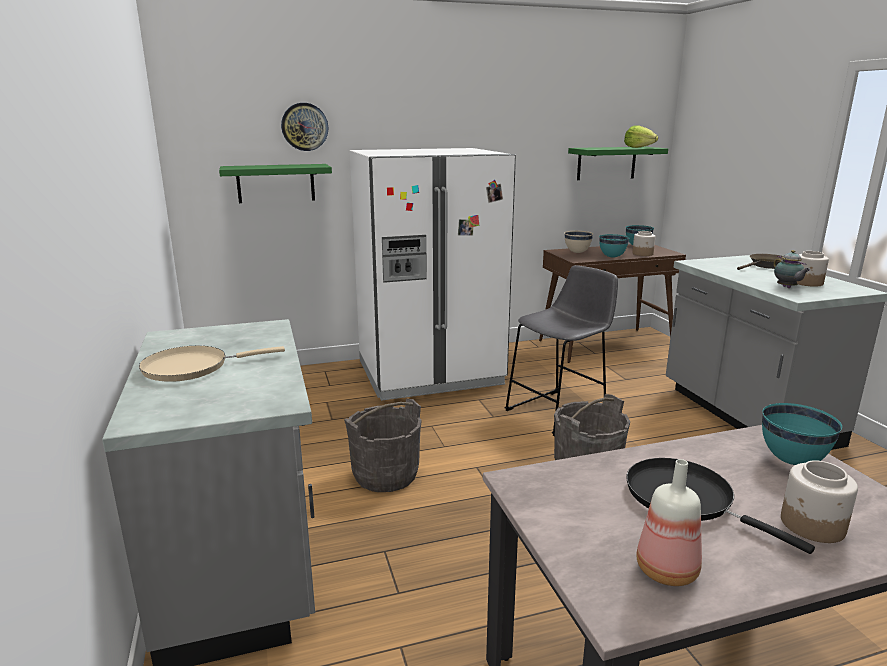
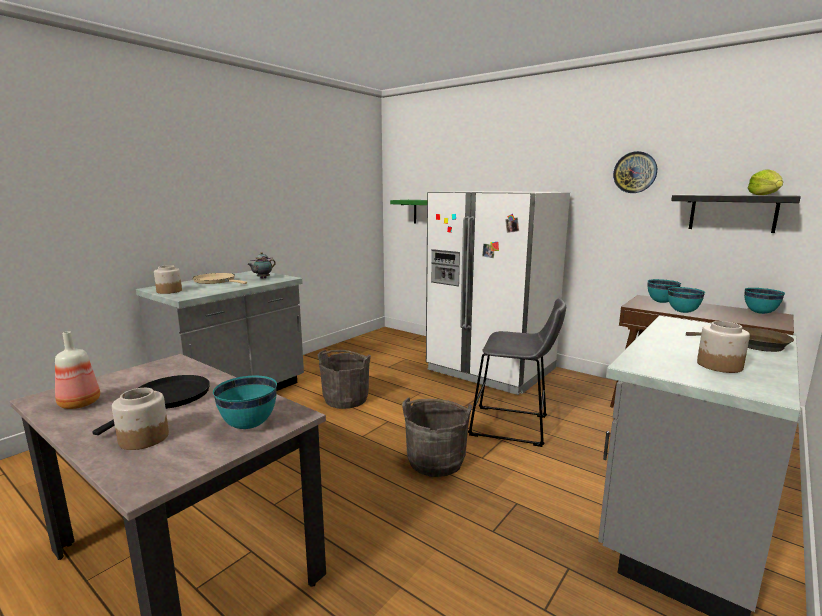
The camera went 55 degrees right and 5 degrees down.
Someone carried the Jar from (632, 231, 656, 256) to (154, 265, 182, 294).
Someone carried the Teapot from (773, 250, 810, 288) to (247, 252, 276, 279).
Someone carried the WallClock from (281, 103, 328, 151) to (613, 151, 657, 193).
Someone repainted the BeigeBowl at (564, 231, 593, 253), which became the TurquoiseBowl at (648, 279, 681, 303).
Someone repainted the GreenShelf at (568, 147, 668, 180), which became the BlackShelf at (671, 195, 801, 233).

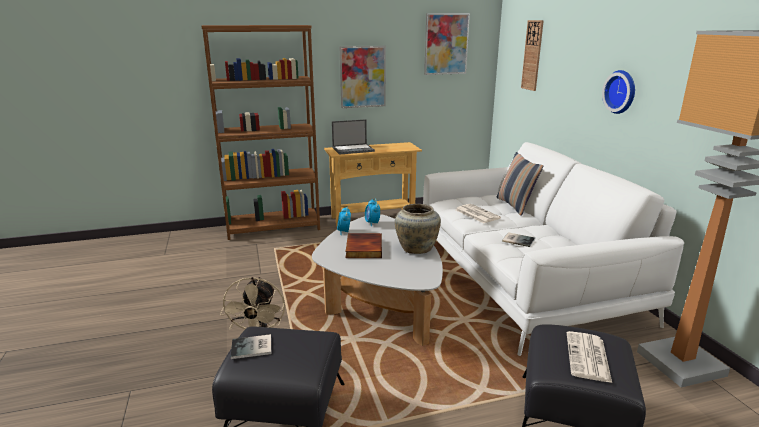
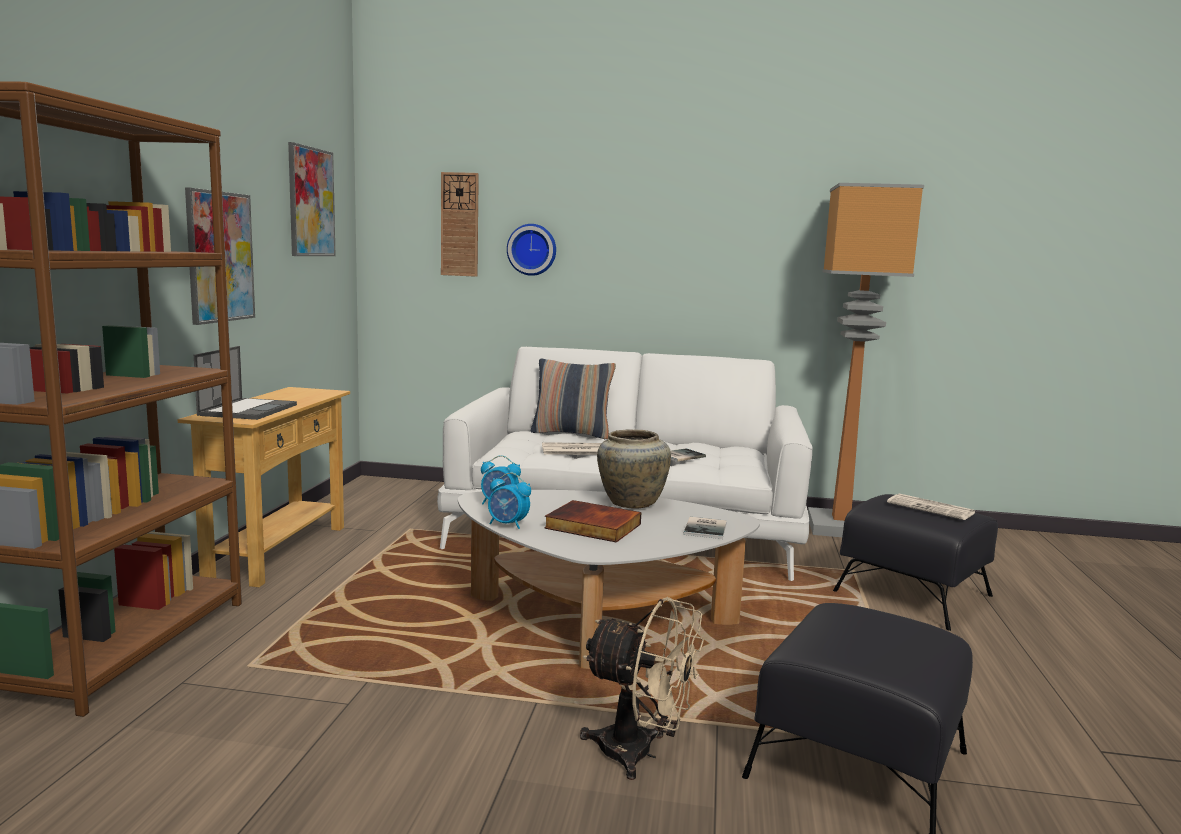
The camera went 65 degrees left and 10 degrees down.
Someone carried the WallClock from (602, 70, 635, 114) to (507, 224, 556, 276).
Someone carried the Book from (231, 334, 271, 359) to (684, 517, 727, 539).

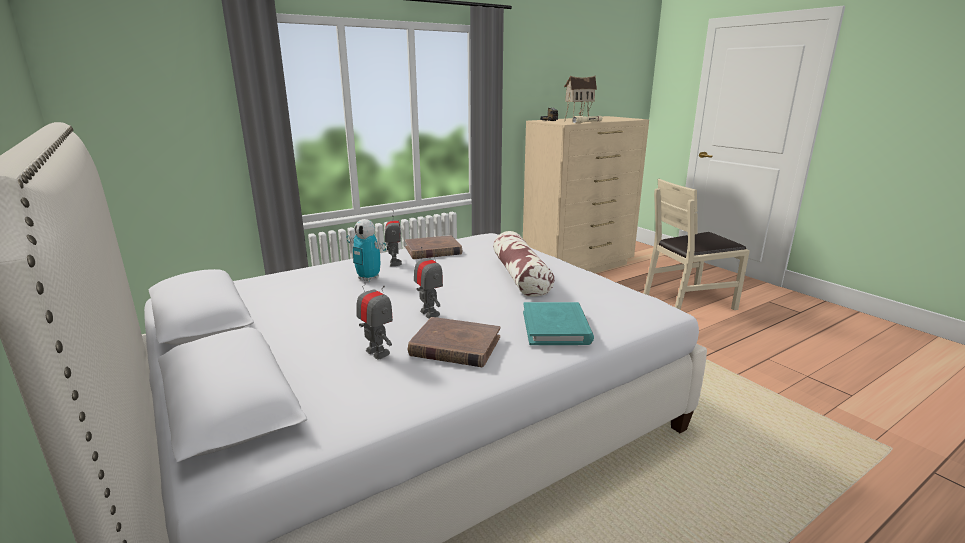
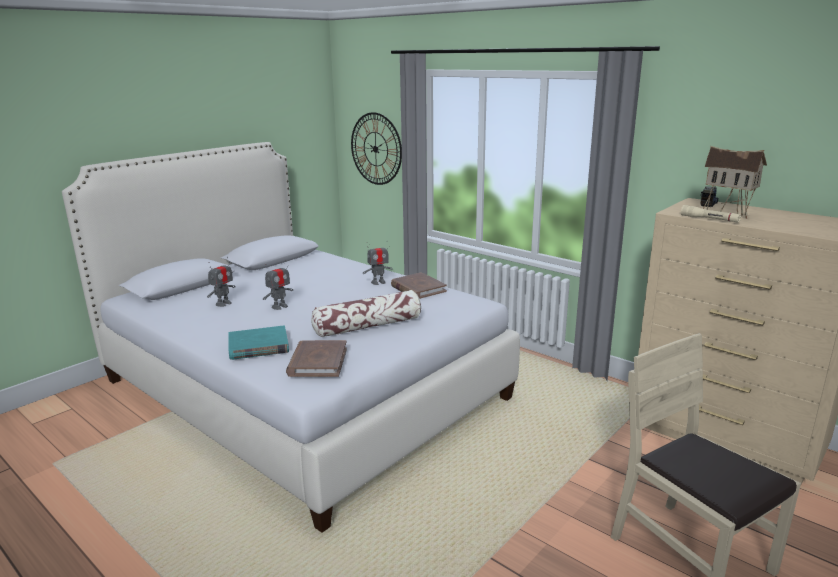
The camera went 75 degrees right and 0 degrees up.
Someone carried the BrownBook from (408, 317, 500, 367) to (286, 340, 347, 377).
Someone put up the WallClock at (351, 112, 402, 185).
Someone took away the ToyRobot at (347, 219, 386, 282).

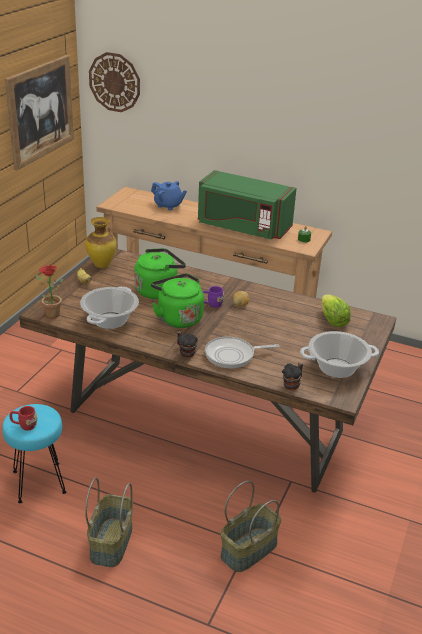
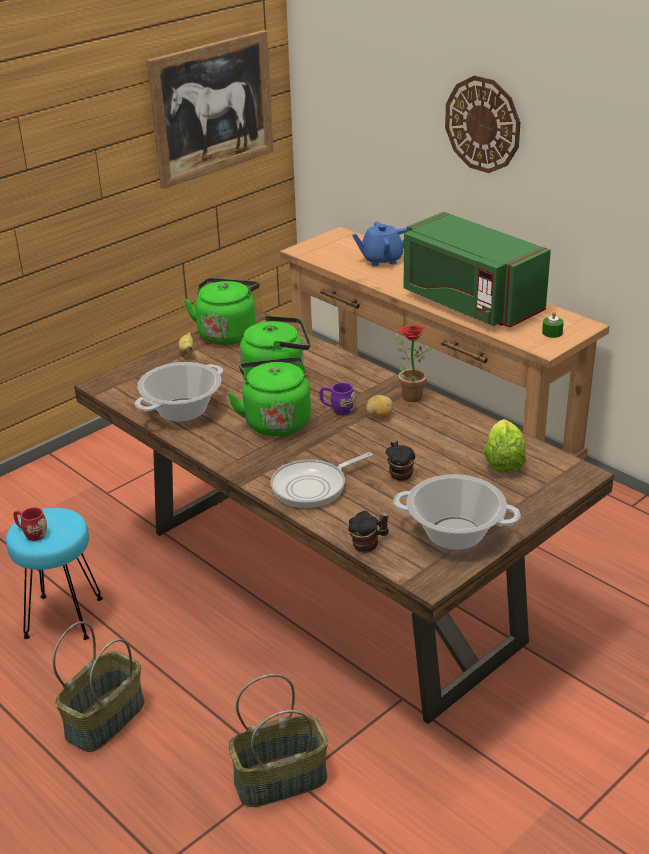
The camera went 25 degrees right and 0 degrees up.
Someone swapped the Vase at (85, 217, 116, 268) for the GreenKettle at (184, 278, 260, 345).
Someone rotated the FryingPan at (205, 337, 280, 369) by 45 degrees counterclockwise.
Someone rotated the BlueTeapot at (151, 181, 187, 210) by 120 degrees clockwise.
Someone carried the Mug from (177, 331, 198, 357) to (386, 440, 415, 481).
Someone carried the PottedPlant from (36, 265, 63, 319) to (396, 325, 432, 402).
Someone carried the WallClock from (89, 52, 140, 112) to (445, 75, 520, 173).

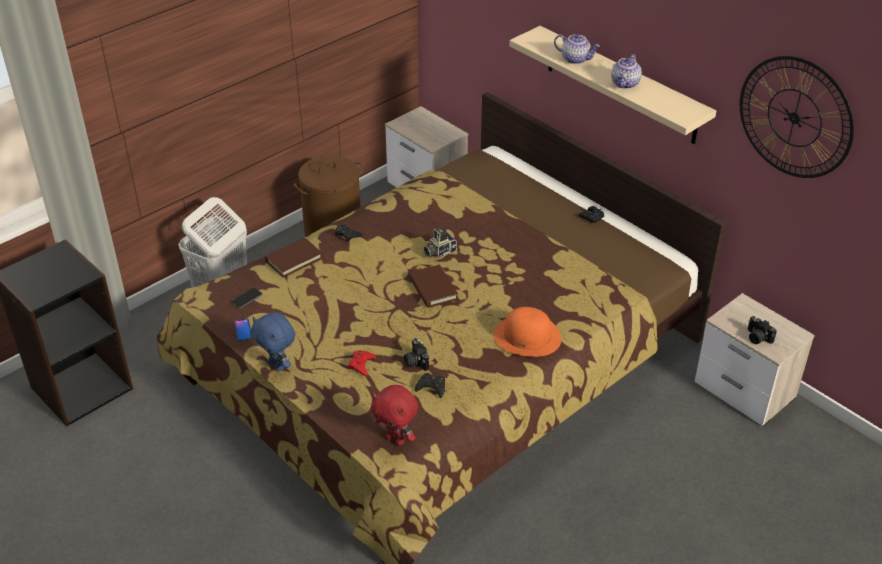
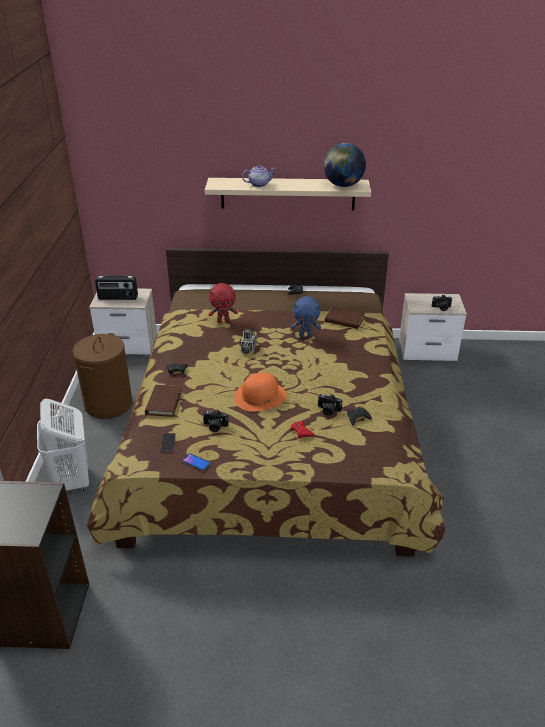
The camera went 45 degrees left and 5 degrees down.
Someone put down the Radio at (95, 275, 138, 300).
Someone put down the PhotoCamera at (202, 410, 229, 432).
Someone carried the RedPlushToy from (371, 385, 418, 446) to (209, 283, 238, 323).
Someone carried the OrangeHat from (494, 307, 562, 357) to (234, 372, 287, 412).
Someone carried the BluePlushToy from (251, 312, 295, 371) to (291, 296, 321, 337).
Someone put down the Globe at (323, 143, 366, 187).
Someone carried the BrownBook from (409, 264, 458, 308) to (325, 306, 365, 329).
Someone took away the Teapot at (611, 54, 642, 89).
Someone took away the WallClock at (740, 56, 854, 178).

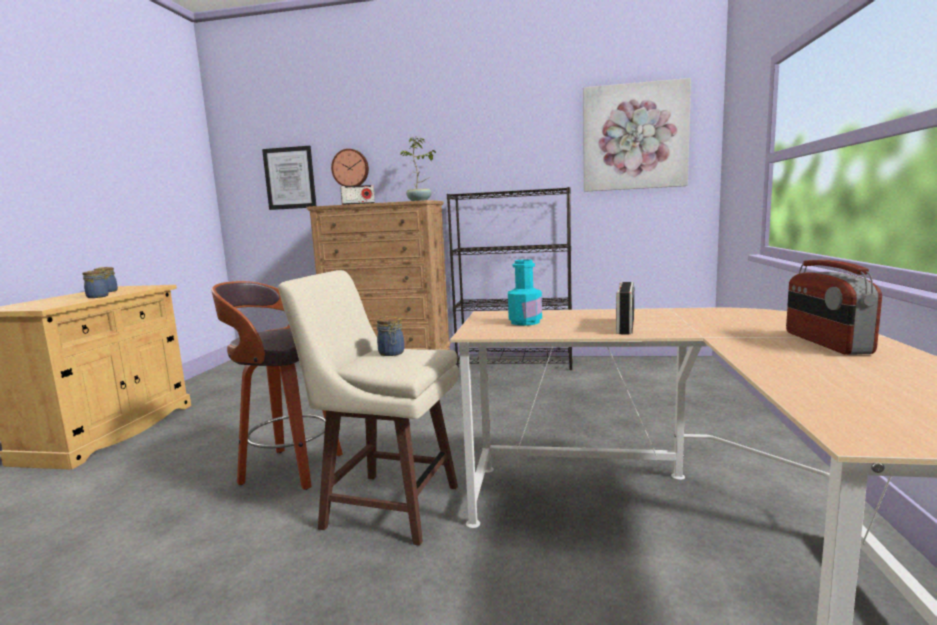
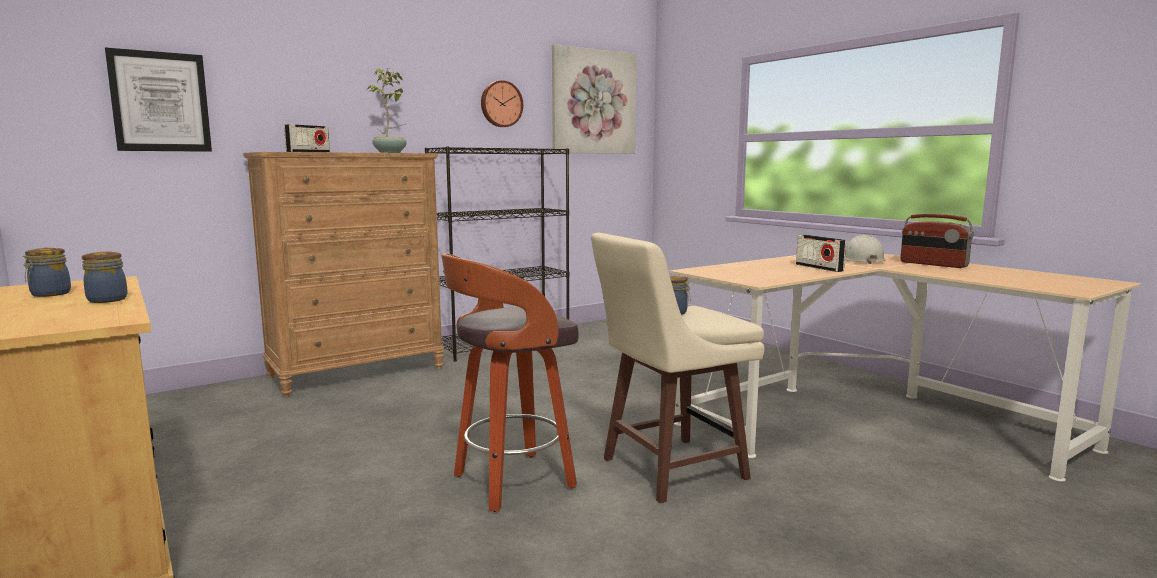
The camera went 45 degrees left and 0 degrees up.
Someone carried the WallClock from (331, 149, 369, 186) to (481, 80, 523, 127).
Someone put down the WhiteHardHat at (845, 235, 886, 264).
Someone took away the TurquoiseBottle at (508, 259, 542, 326).

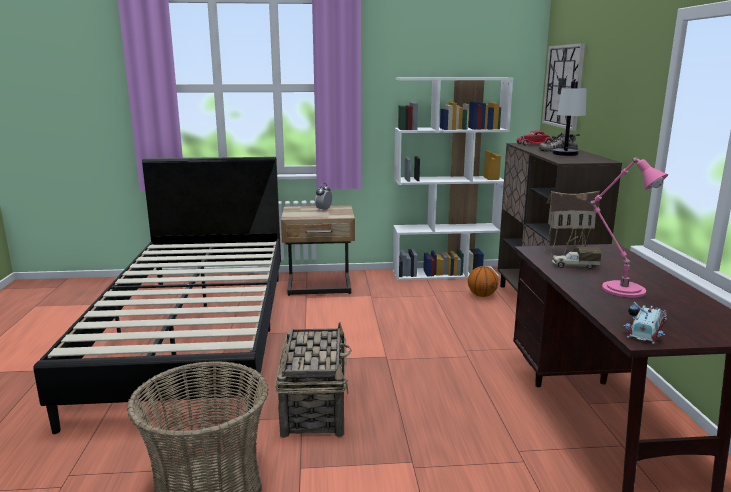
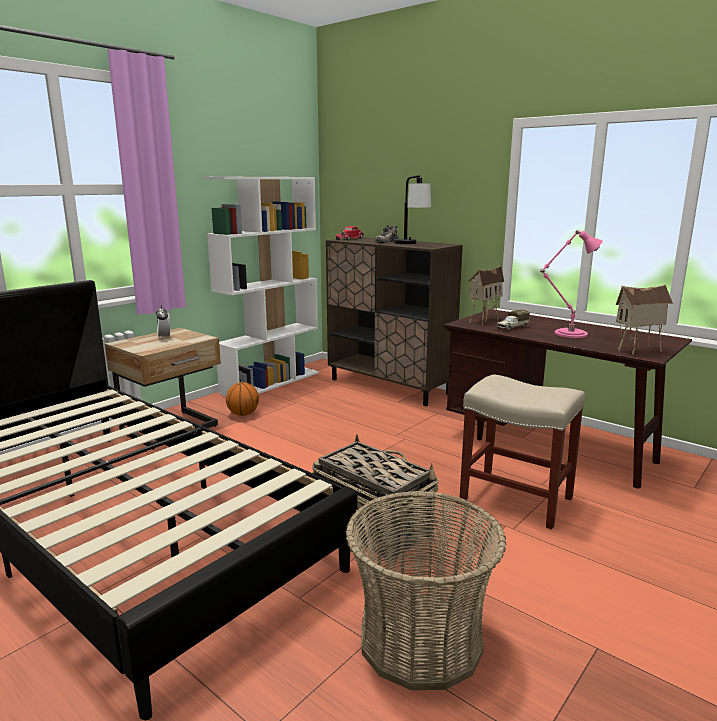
The camera went 45 degrees left and 0 degrees up.
Someone carried the Basketball from (468, 266, 499, 297) to (226, 382, 259, 416).
Someone put down the BeigeStool at (460, 374, 585, 529).
Someone swapped the ToyCar at (623, 302, 667, 344) for the ToyHouse at (616, 285, 673, 355).
Someone took away the WallClock at (542, 43, 585, 131).

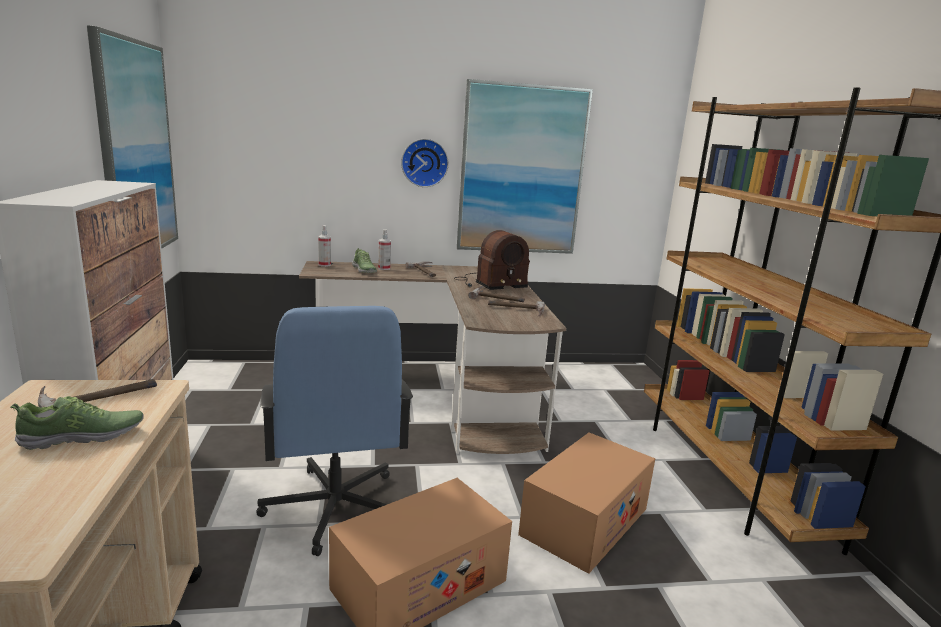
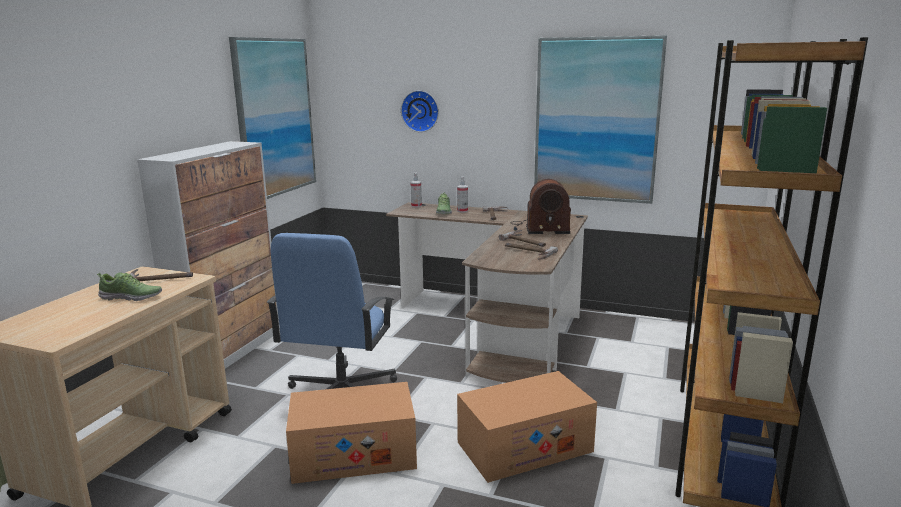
The camera went 30 degrees right and 0 degrees up.
Someone carried the WallClock from (401, 139, 449, 187) to (401, 90, 439, 132).

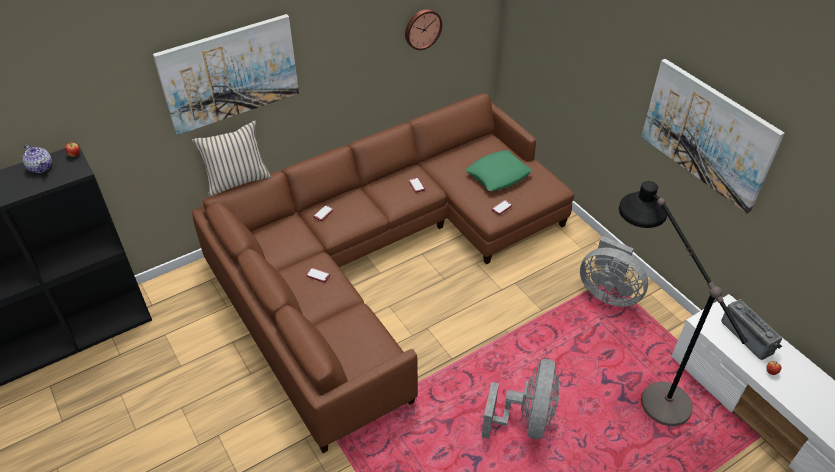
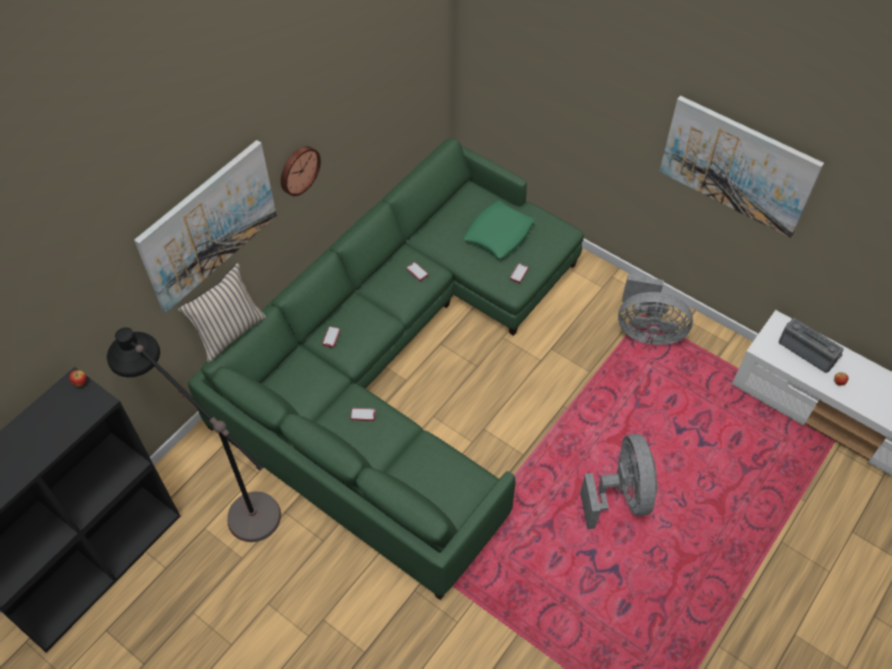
The camera went 20 degrees left and 10 degrees up.
Someone carried the BlackFloorLamp from (619, 181, 748, 426) to (107, 327, 281, 542).
Someone repainted the BrownSofa at (192, 94, 574, 453), which became the GreenSofa at (188, 138, 584, 600).
Someone carried the WallClock from (405, 9, 442, 50) to (281, 146, 321, 196).
Someone took away the Teapot at (23, 145, 52, 173).

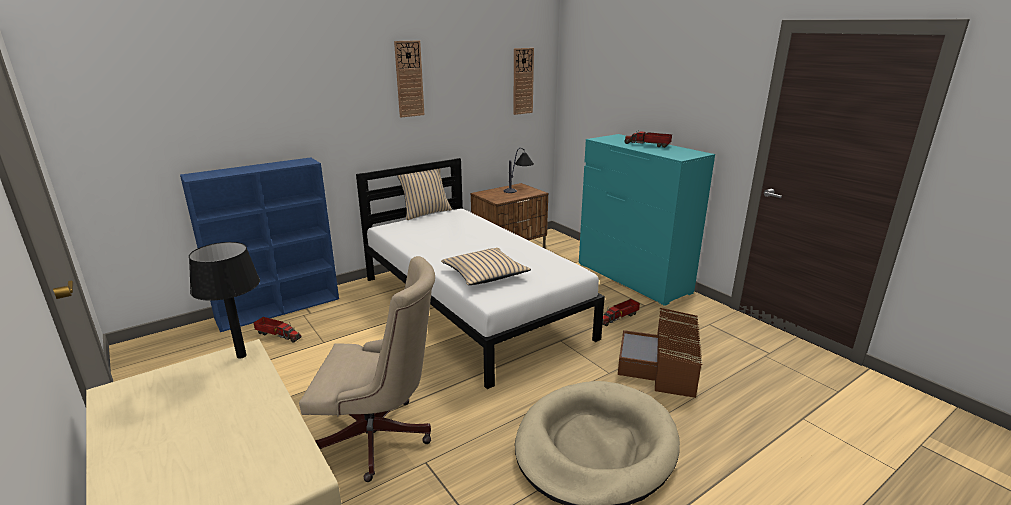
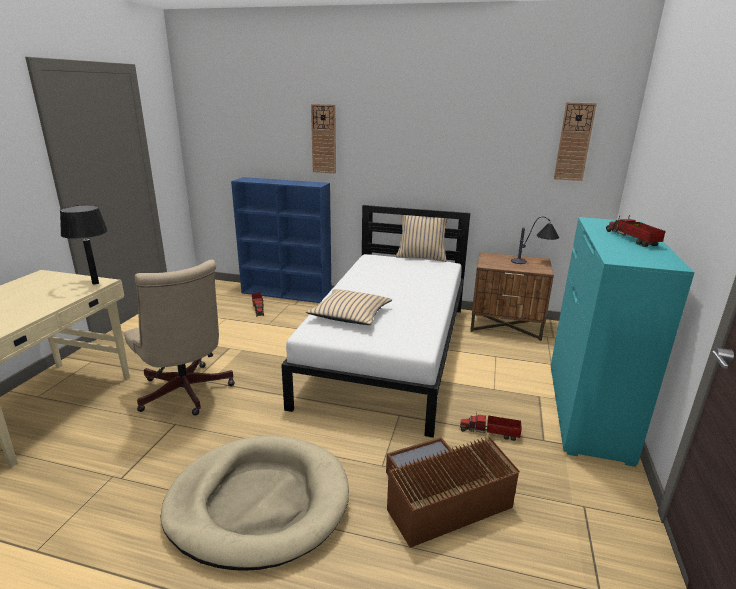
The camera went 50 degrees right and 0 degrees up.
Someone carried the WallClock from (394, 41, 424, 117) to (311, 104, 336, 173).

